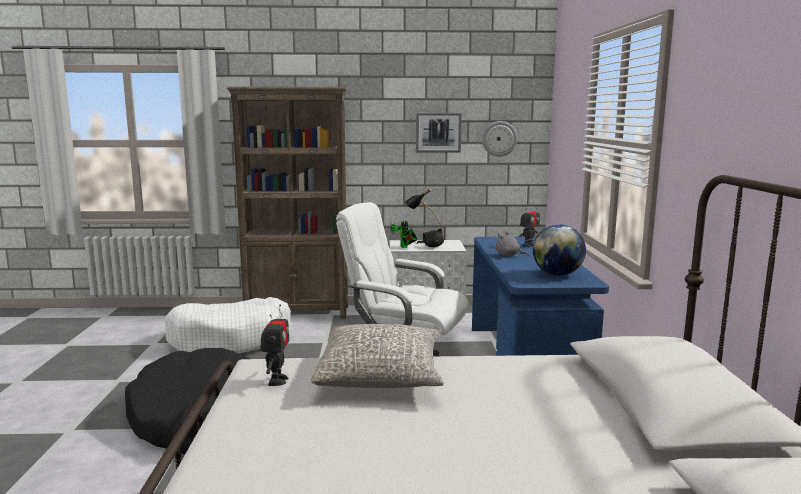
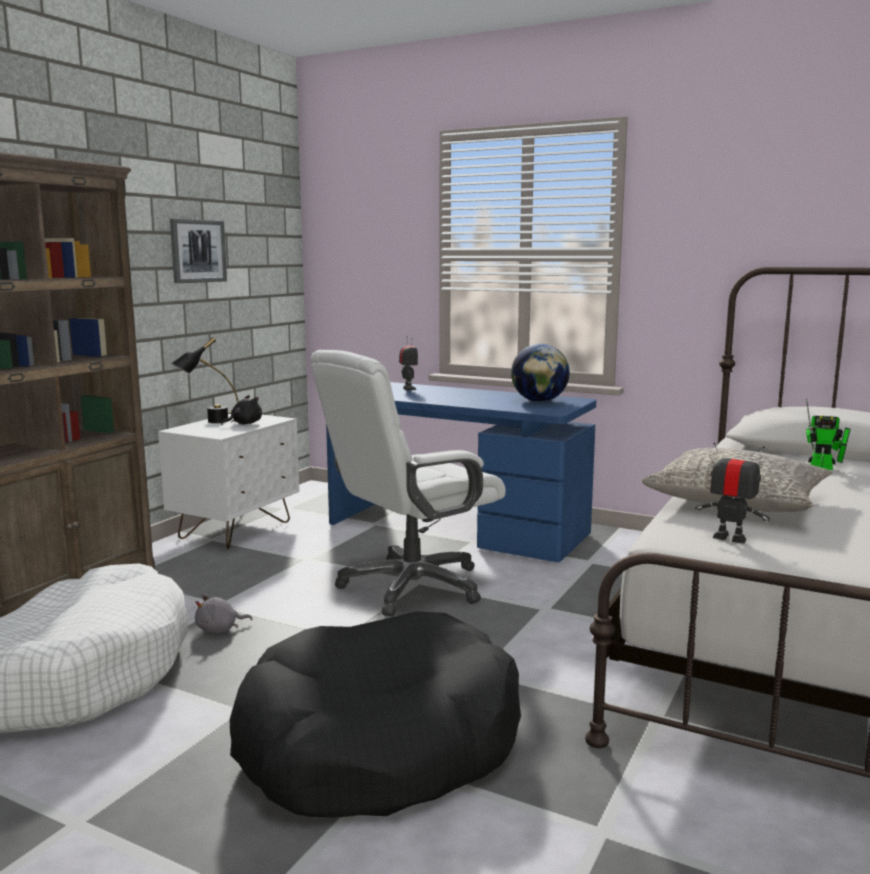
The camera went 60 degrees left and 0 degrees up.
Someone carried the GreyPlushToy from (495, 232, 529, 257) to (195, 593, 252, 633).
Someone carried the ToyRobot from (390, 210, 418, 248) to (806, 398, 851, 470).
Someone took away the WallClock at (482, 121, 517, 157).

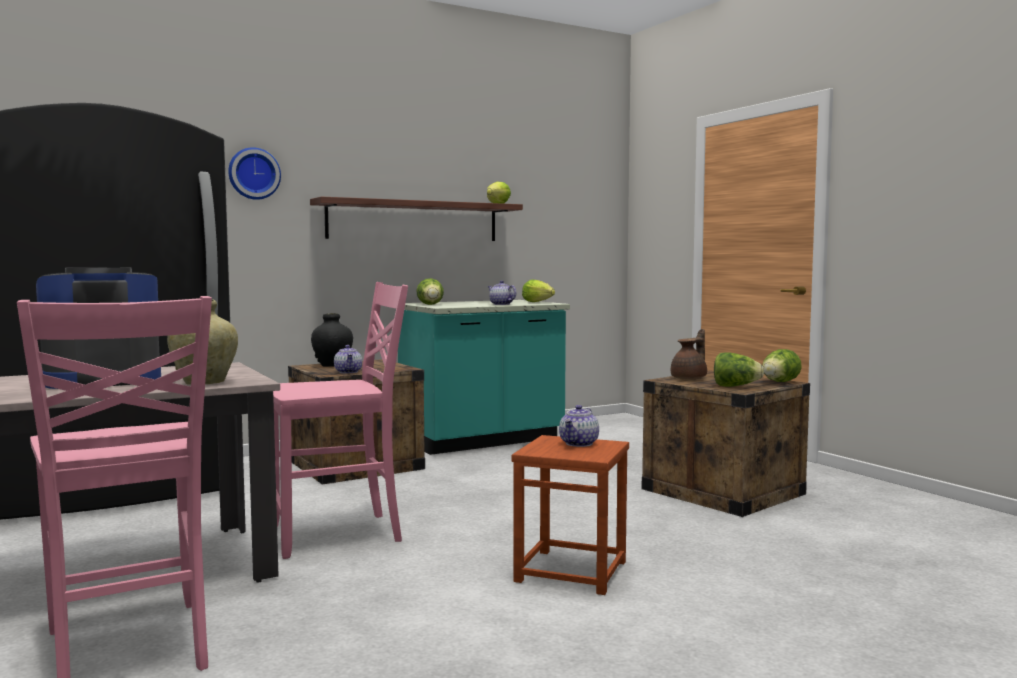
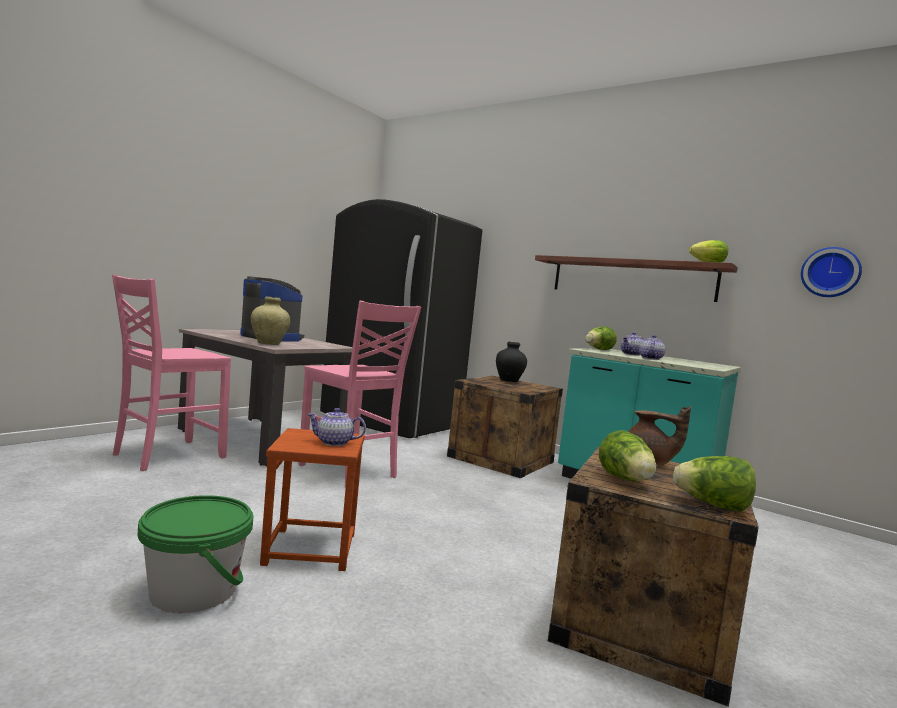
The camera went 65 degrees right and 0 degrees up.
Someone put down the GreenBucket at (138, 495, 253, 614).
Someone carried the Teapot from (334, 345, 362, 373) to (621, 332, 644, 356).
Someone carried the WallClock from (228, 147, 281, 200) to (801, 247, 862, 297).
Someone took away the Lettuce at (522, 280, 555, 302).

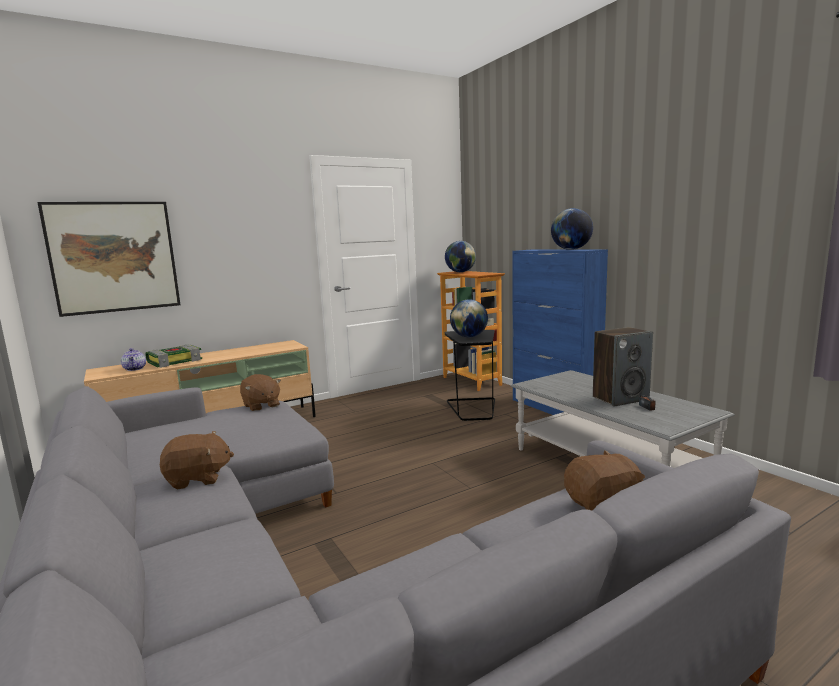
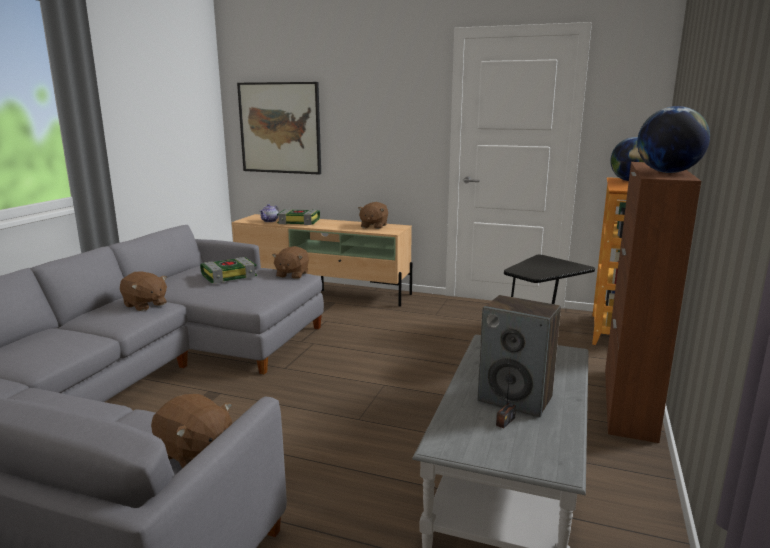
The camera went 50 degrees right and 5 degrees up.
Someone put down the Book at (200, 257, 257, 284).
Someone put down the BrownPlushToy at (358, 202, 388, 229).
Someone repainted the BlueCabinet at (512, 249, 608, 415), which became the BrownCabinet at (605, 162, 701, 443).
Someone took away the Globe at (450, 299, 488, 337).

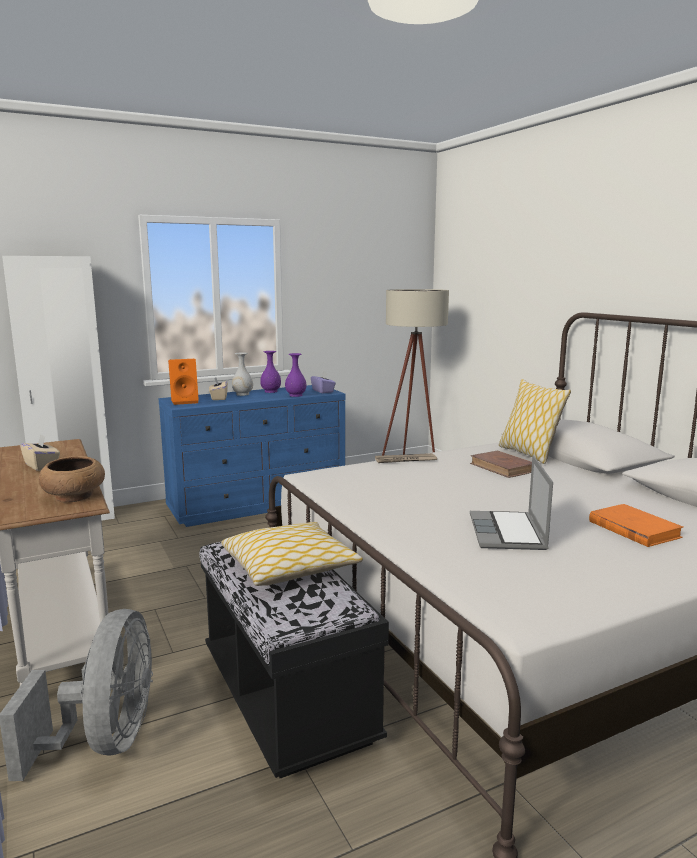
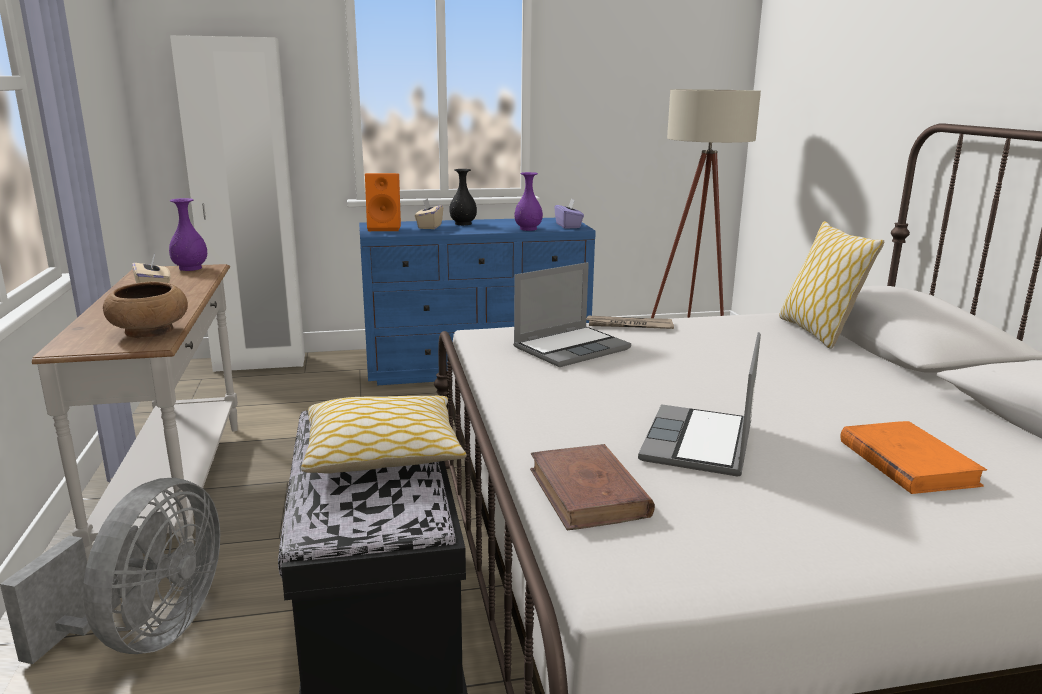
The camera went 15 degrees right and 5 degrees up.
Someone carried the PurpleVase from (260, 351, 281, 393) to (169, 198, 207, 271).
Someone repainted the WhiteVase at (232, 352, 253, 396), which became the BlackVase at (450, 169, 477, 225).
Someone put down the Laptop at (513, 262, 631, 367).
Someone carried the BrownBook from (470, 450, 532, 478) to (530, 444, 655, 530).

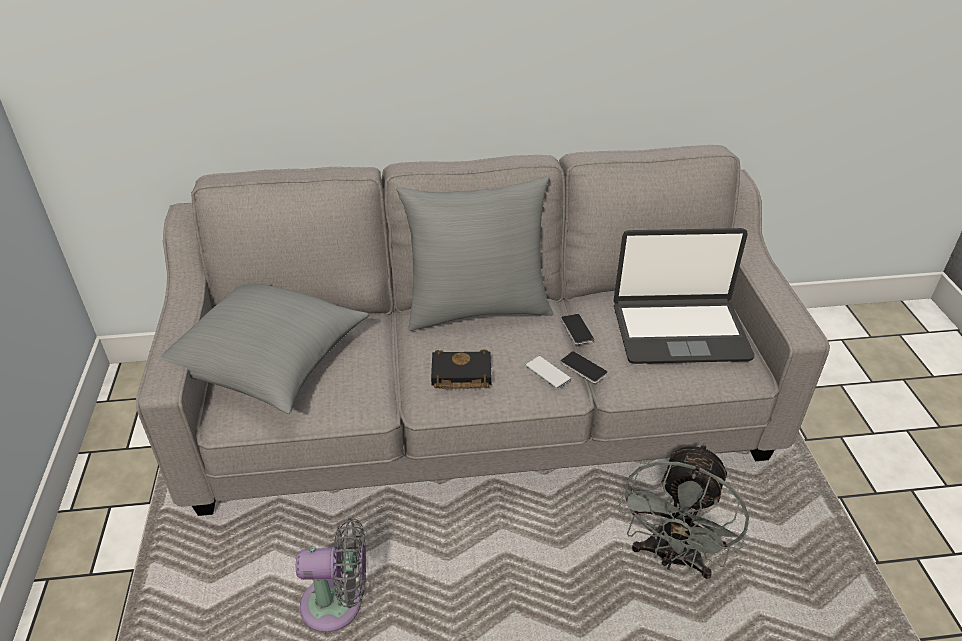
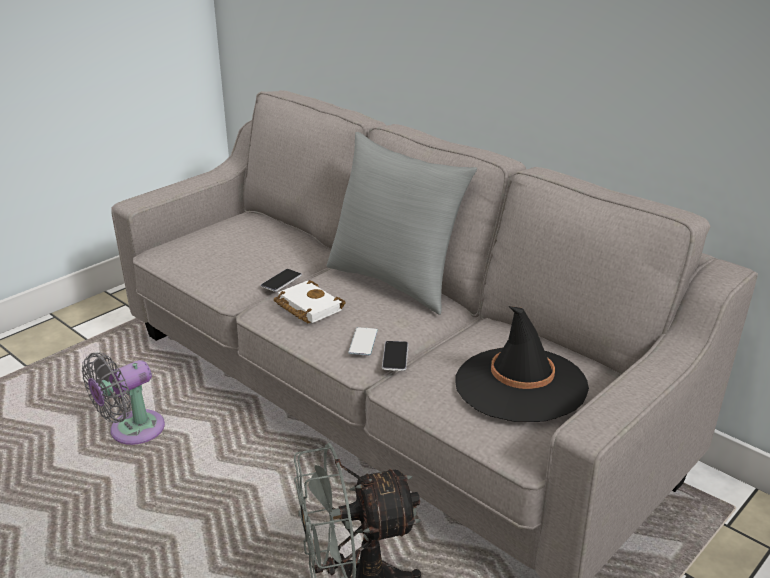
The camera went 50 degrees right and 10 degrees down.
Someone rotated the GreyFan at (296, 518, 366, 632) by 90 degrees clockwise.
Someone carried the Phone from (561, 314, 594, 345) to (261, 269, 302, 292).
Someone repainted the BlackBook at (431, 350, 491, 389), which became the WhiteBook at (274, 280, 346, 323).
Someone swapped the Laptop at (614, 228, 755, 364) for the BlackHat at (455, 306, 589, 422).
Someone took away the GreyPillow at (161, 284, 369, 414).

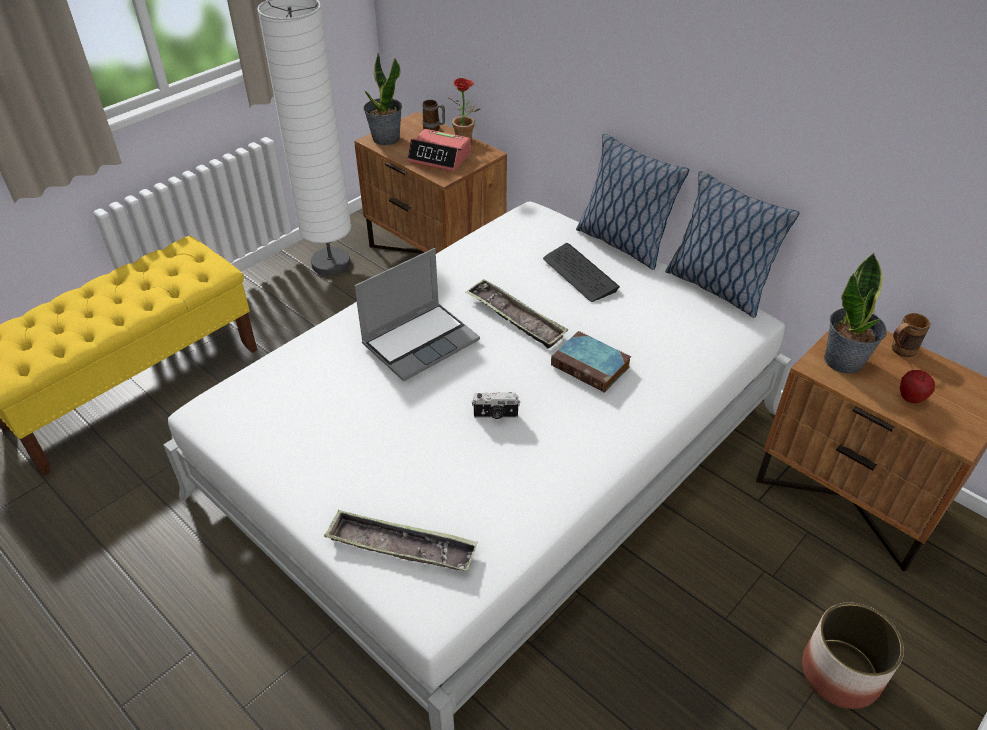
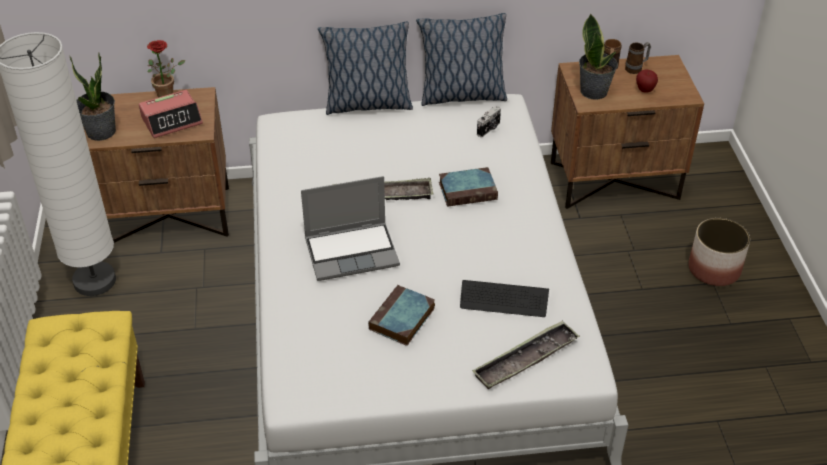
The camera went 50 degrees left and 0 degrees up.
Someone rotated the Laptop at (354, 248, 480, 381) by 75 degrees clockwise.
Someone put down the Book at (368, 285, 435, 346).
Someone carried the Keyboard from (543, 243, 620, 302) to (460, 280, 549, 317).
Someone carried the PhotoCamera from (472, 392, 520, 419) to (477, 106, 501, 137).
Someone carried the Mug from (422, 100, 445, 131) to (625, 42, 651, 74).

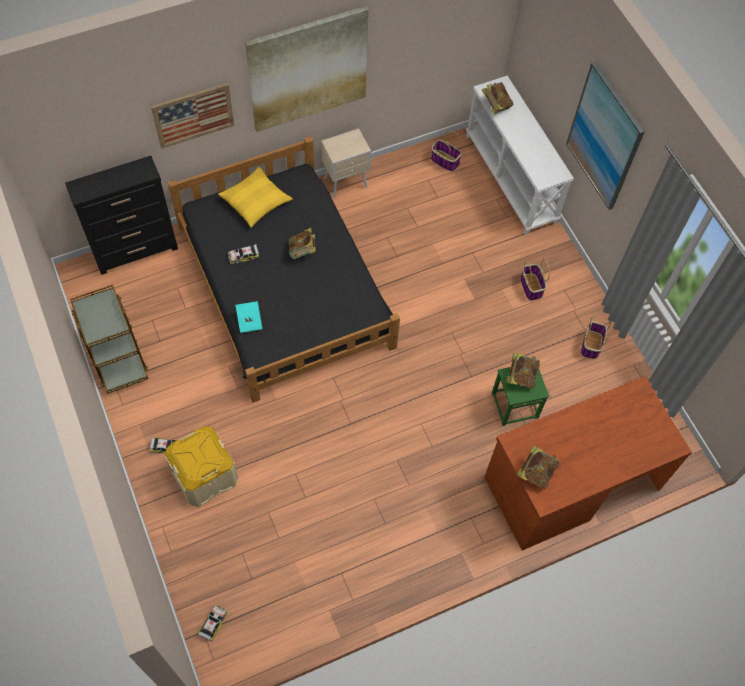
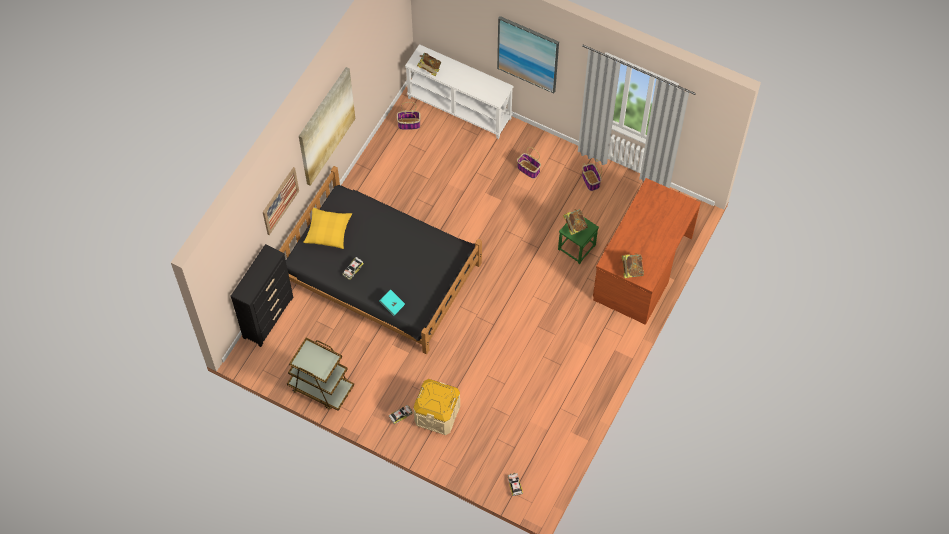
The camera went 35 degrees left and 0 degrees up.
Someone took away the Book at (289, 228, 316, 259).
Someone took away the BeigeNightstand at (321, 128, 371, 198).

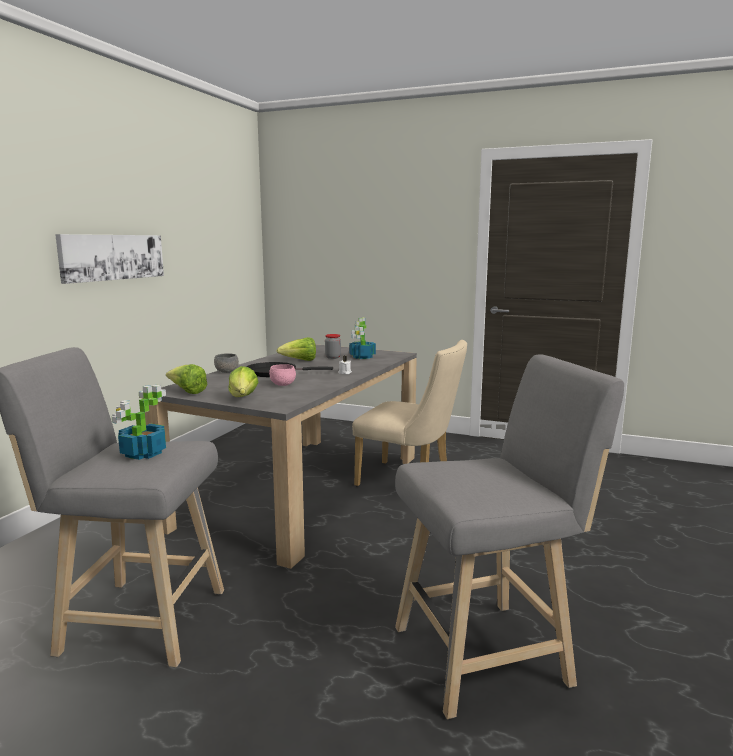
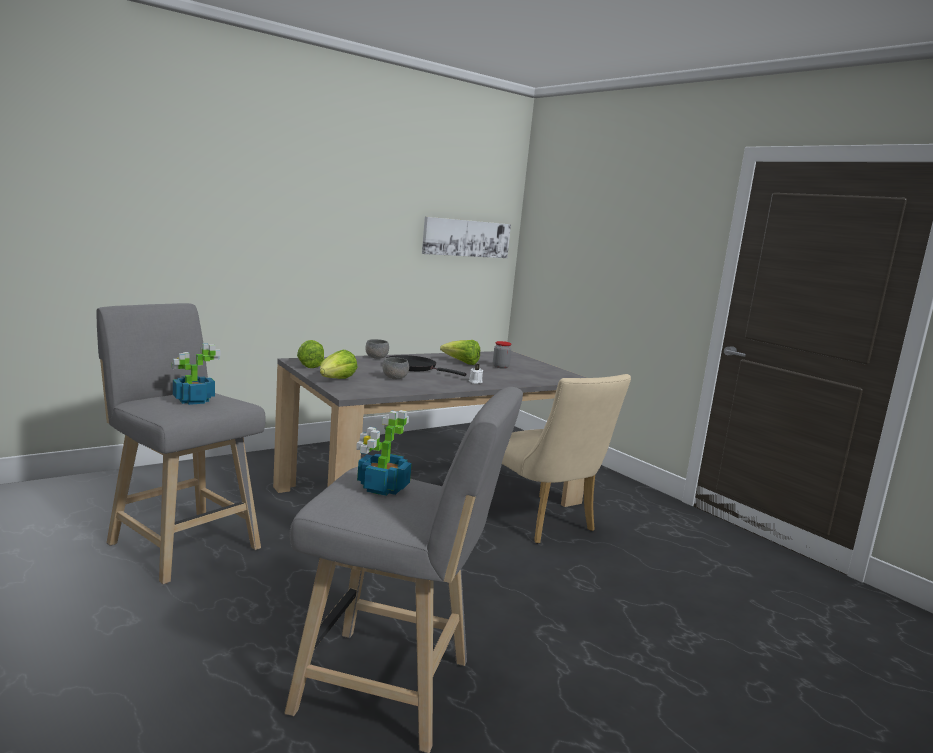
The camera went 30 degrees right and 0 degrees up.
Someone carried the PottedPlant from (349, 317, 376, 359) to (356, 410, 412, 496).
Someone repainted the PinkBowl at (269, 364, 296, 386), which became the GreyBowl at (382, 357, 409, 379).
Someone carried the Picture from (55, 234, 164, 284) to (422, 217, 511, 258).

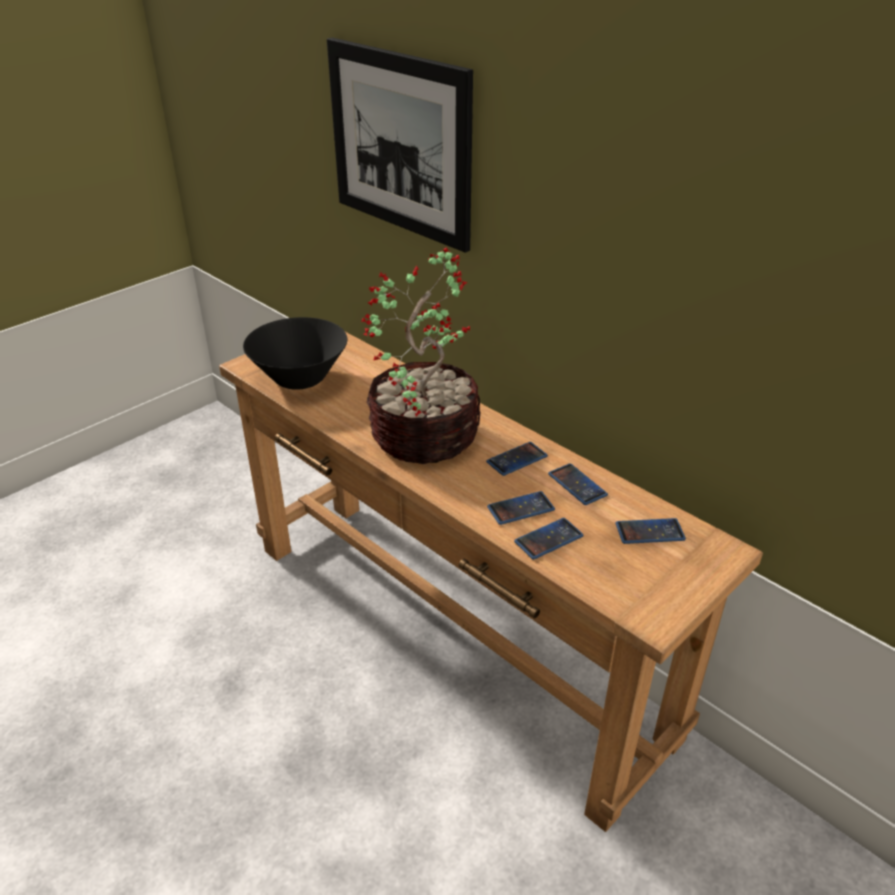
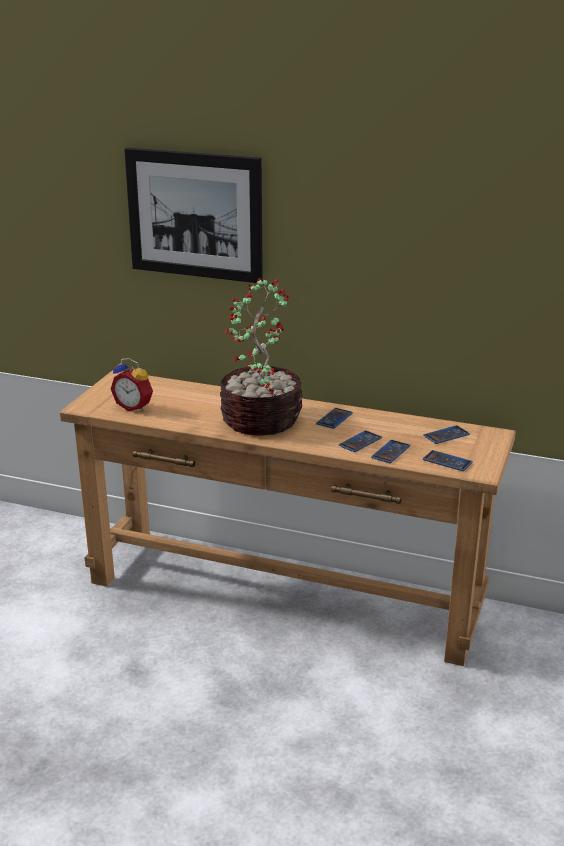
The camera went 25 degrees left and 10 degrees down.
Someone swapped the BlackBowl at (243, 317, 347, 390) for the AlarmClock at (111, 358, 153, 411).
Someone carried the Phone from (548, 463, 608, 505) to (423, 450, 473, 471).

